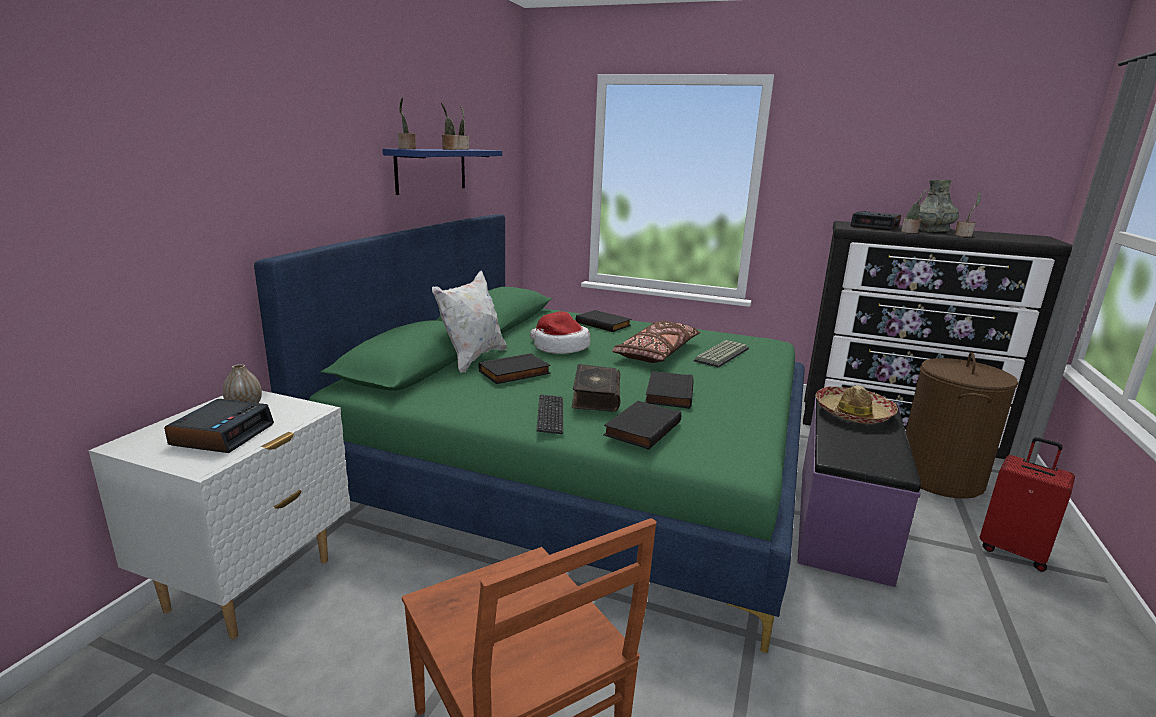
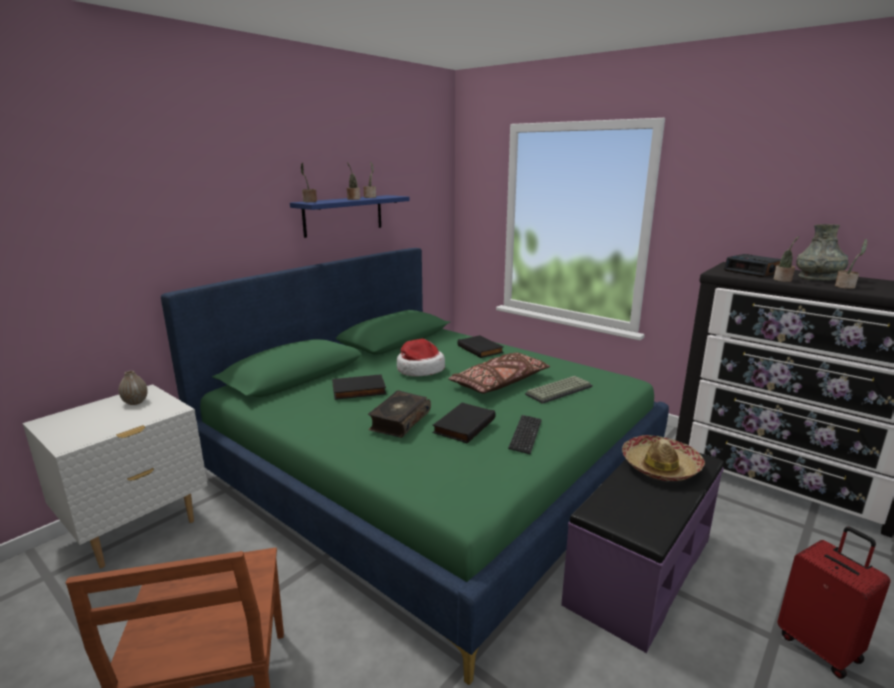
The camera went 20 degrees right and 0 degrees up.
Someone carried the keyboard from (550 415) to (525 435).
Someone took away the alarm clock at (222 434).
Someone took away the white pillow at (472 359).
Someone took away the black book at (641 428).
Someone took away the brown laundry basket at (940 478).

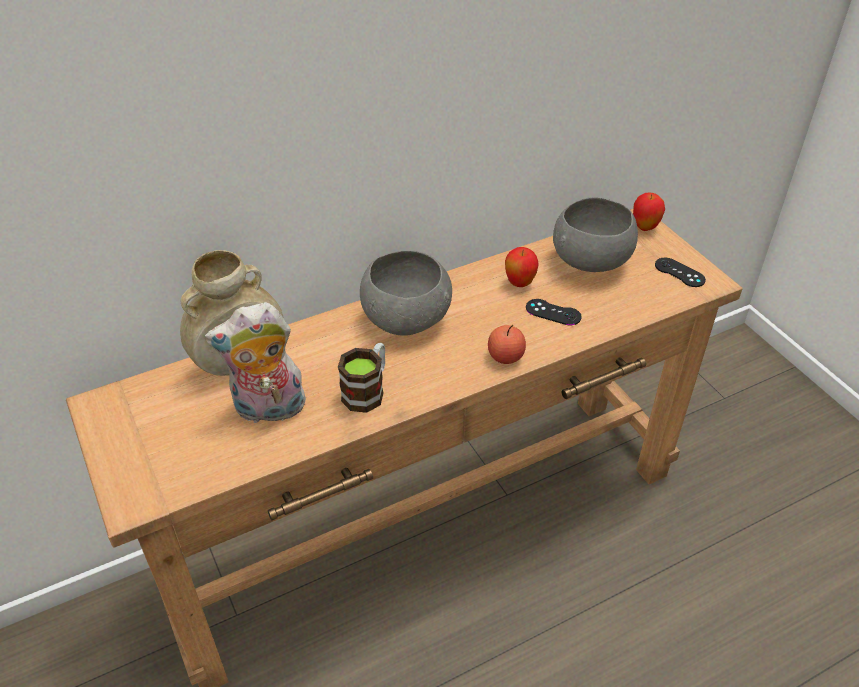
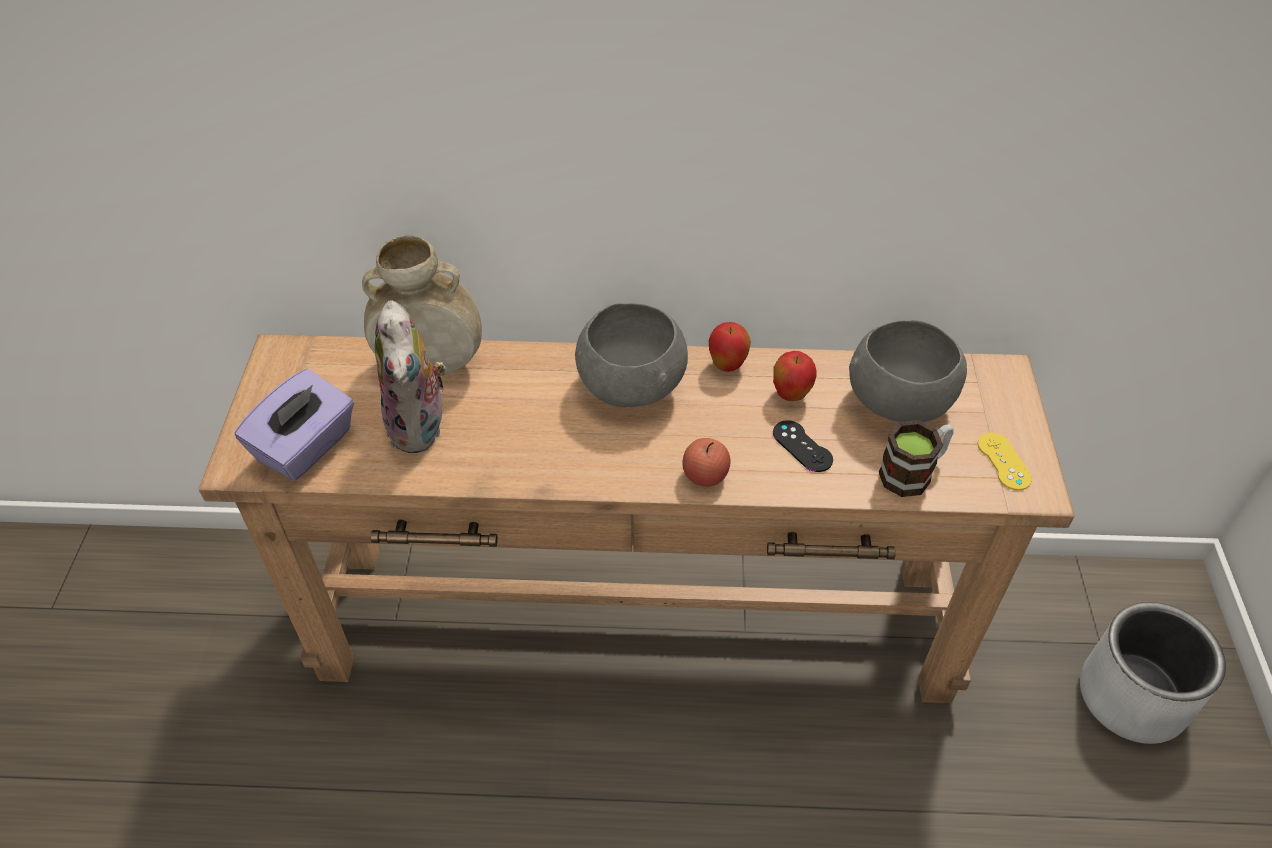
The camera went 30 degrees right and 5 degrees up.
Someone put down the purple tissue box at (306 447).
Someone rotated the plush toy at (268 410) by 120 degrees counterclockwise.
Someone carried the apple from (645 227) to (727 365).
Someone carried the mug from (367 390) to (913 472).
Someone repainted the black game controller at (679 272), which became the yellow game controller at (1003 461).
Someone put down the grey planter at (1132 697).

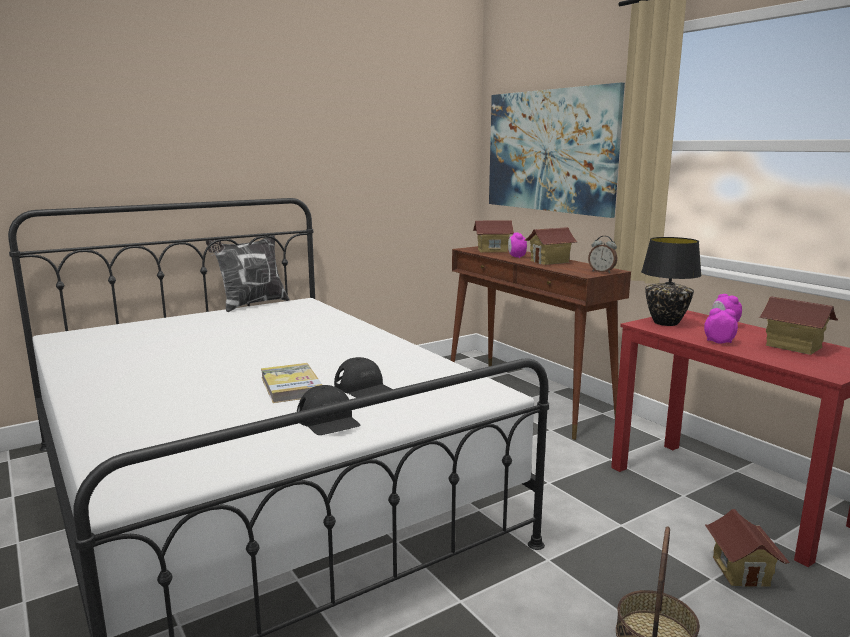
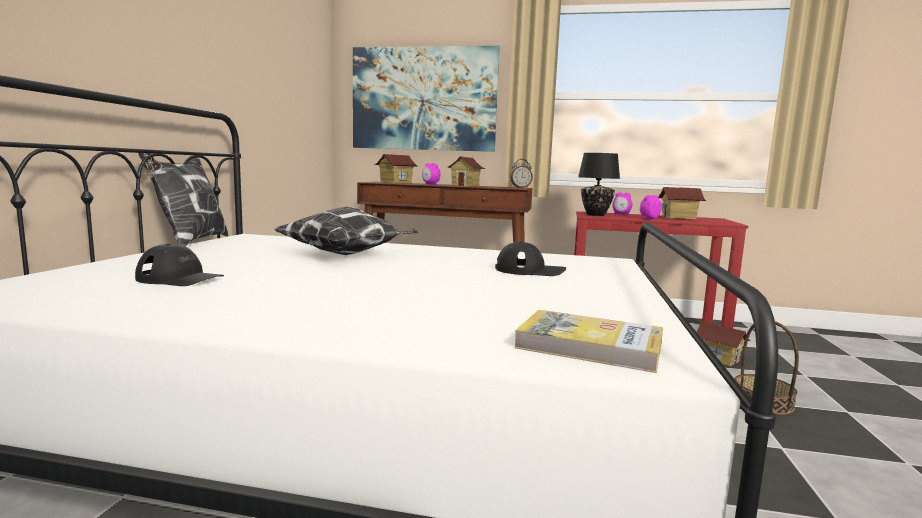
The camera went 45 degrees left and 5 degrees down.
Someone carried the black cap from (328 420) to (180 279).
Someone put down the pillow at (348 255).
Someone carried the book from (291 386) to (589 346).

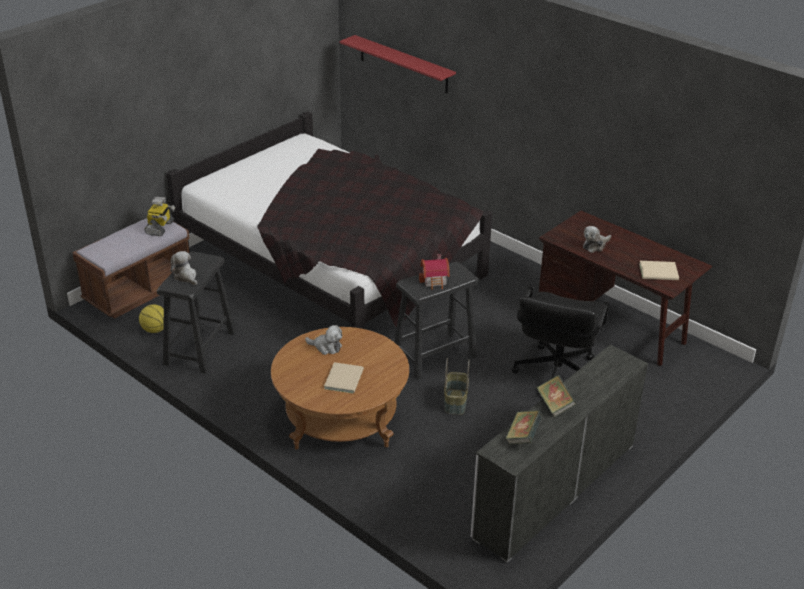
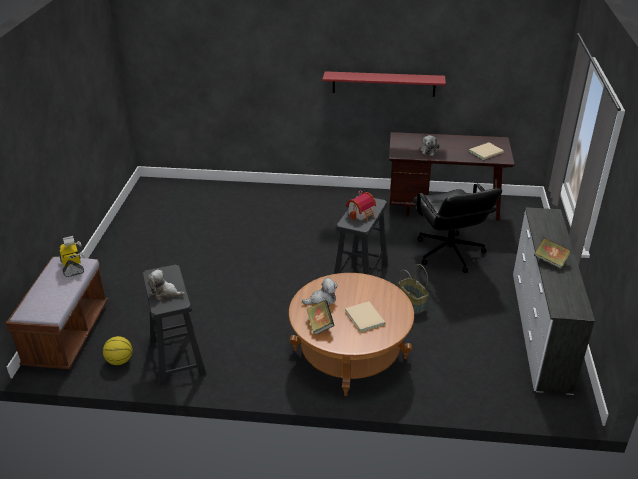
The camera went 35 degrees left and 0 degrees up.
Someone carried the book from (522 436) to (320 325).
Someone carried the red shelf from (403 64) to (383 84).
Someone took away the black bed at (333 265).

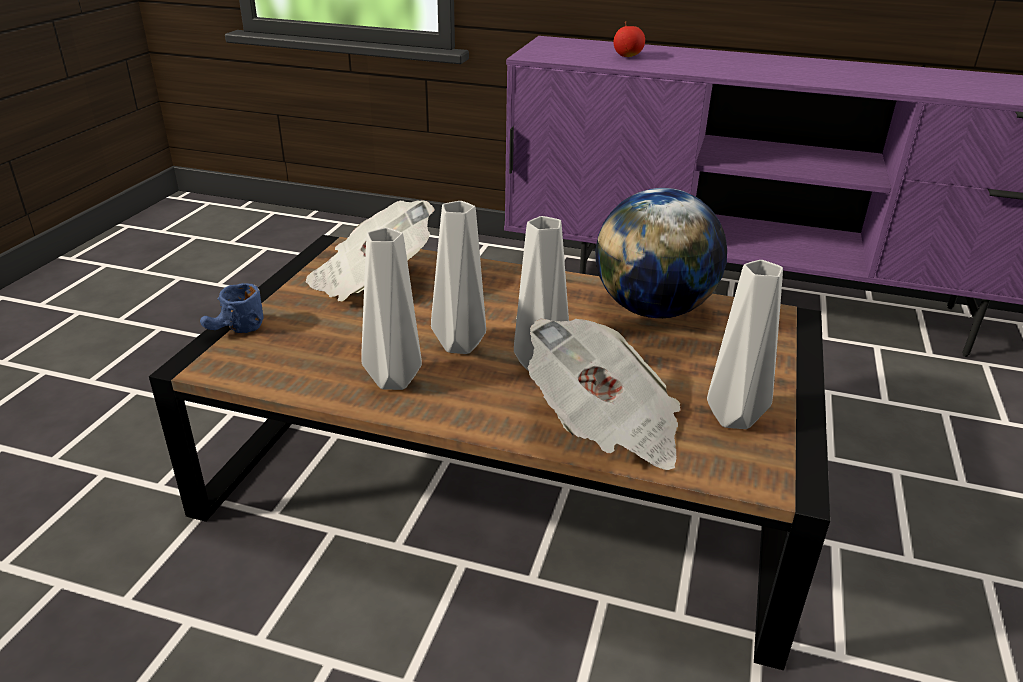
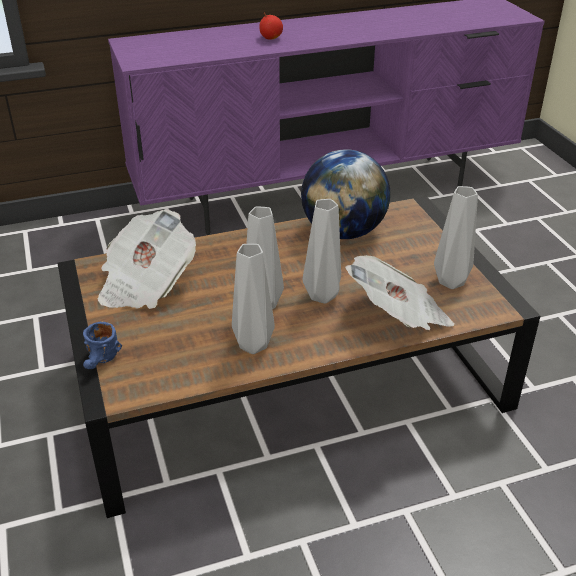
The camera went 35 degrees left and 5 degrees up.
Someone carried the apple from (628 56) to (271 38).

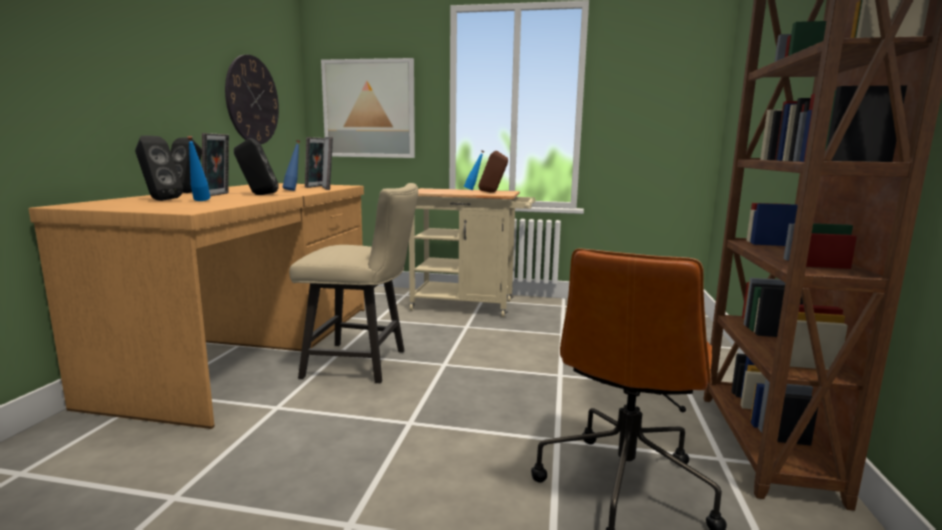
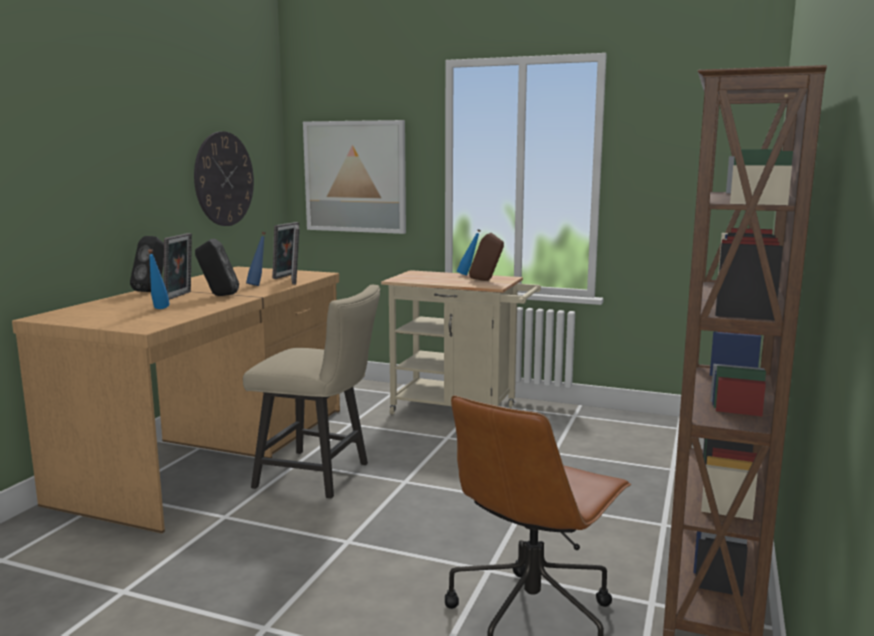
The camera went 10 degrees right and 0 degrees up.
Someone took away the black speaker at (159 200).

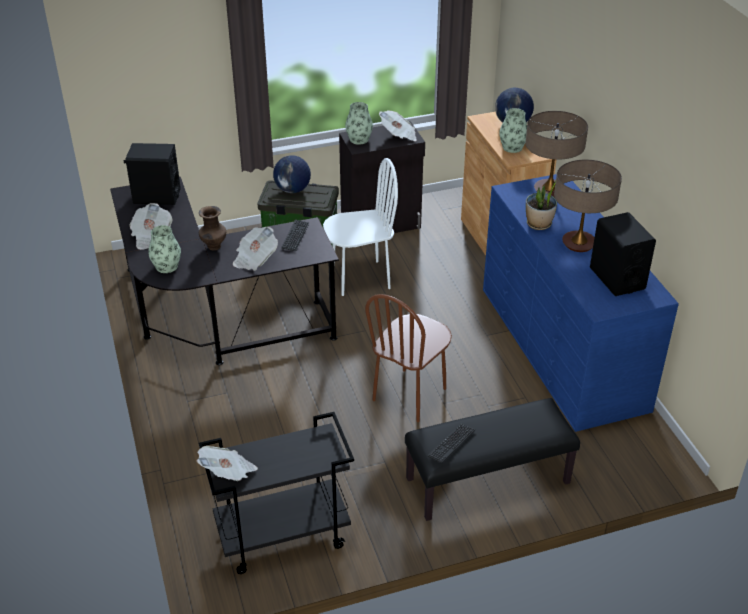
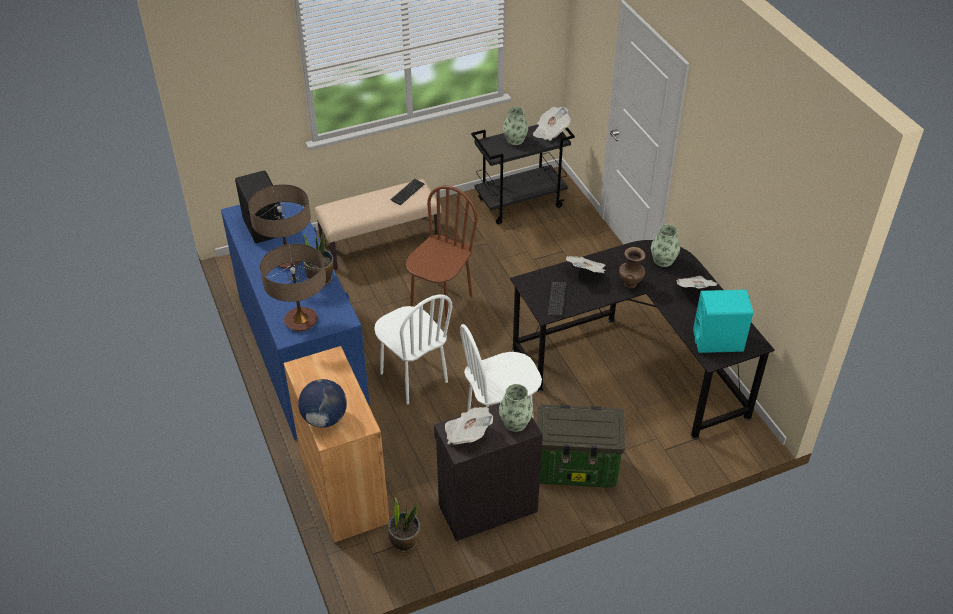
The camera went 175 degrees right and 5 degrees up.
Someone repainted the black bench at (487 482), which became the beige bench at (380 242).
Someone put down the white chair at (413 378).
Someone put down the potted plant at (404 541).
Someone carried the vase from (512 147) to (515 140).
Someone repainted the black speaker at (156 196), which became the turquoise speaker at (718 341).
Someone took away the globe at (293 190).

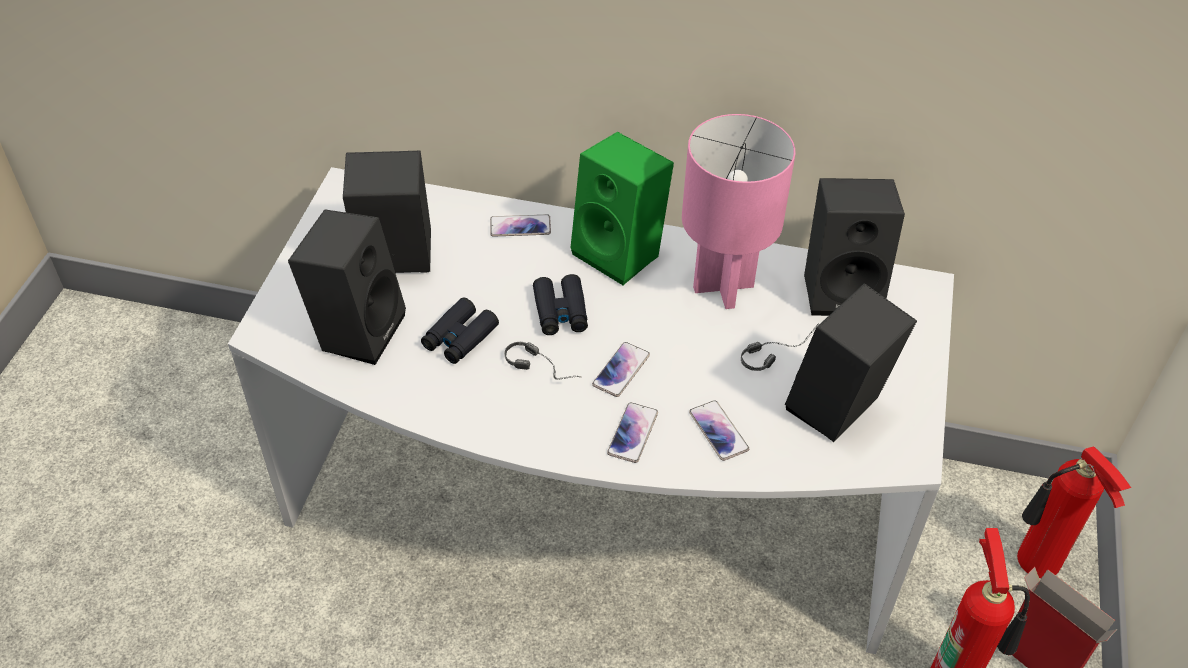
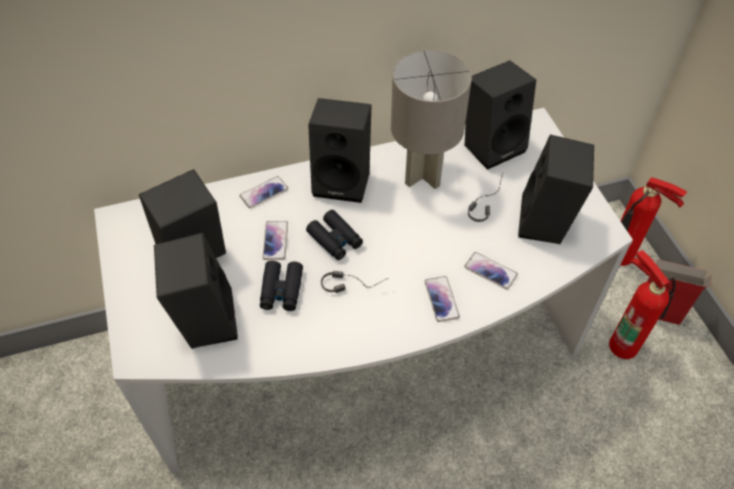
The camera went 30 degrees left and 5 degrees up.
Someone carried the phone from (621 370) to (275 240).
Someone repainted the green speaker at (621 253), which became the black speaker at (344 181).
Someone repainted the pink table lamp at (722 286), which became the grey table lamp at (422 175).

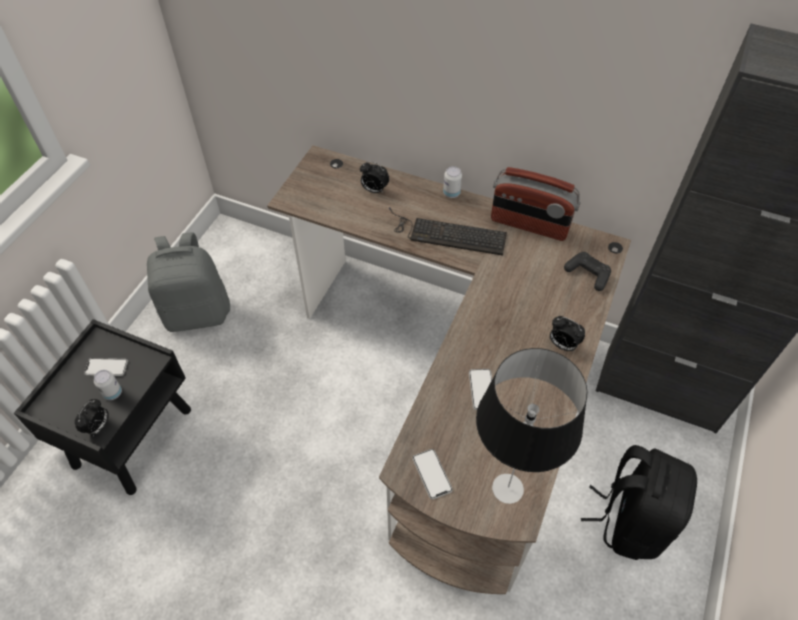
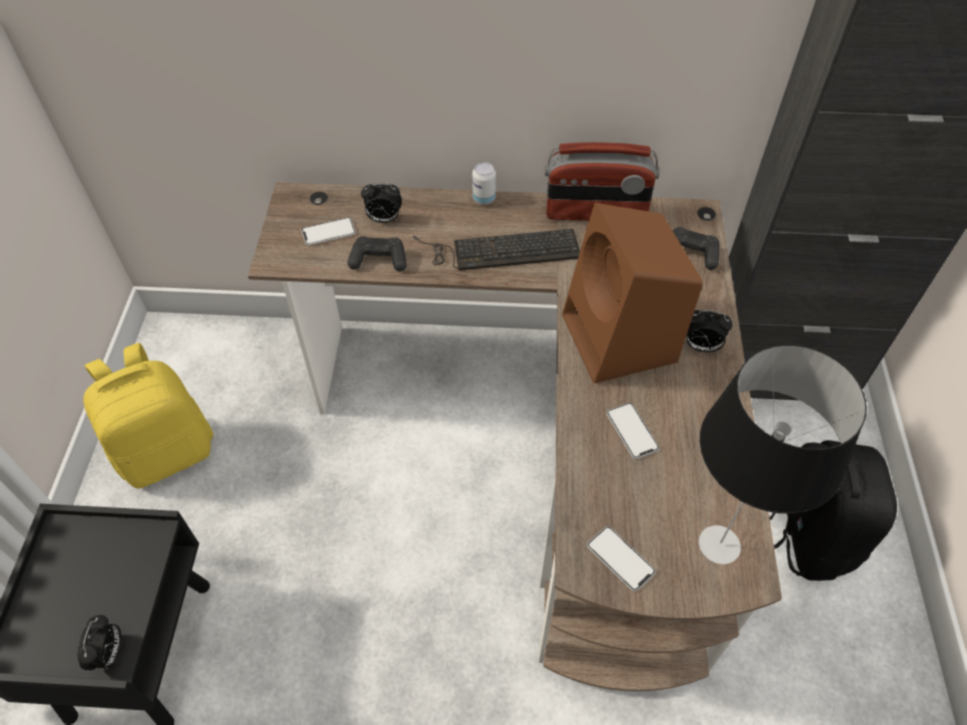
The camera went 20 degrees left and 0 degrees up.
Someone repainted the grey backpack at (197 312), which became the yellow backpack at (167 451).
Someone carried the phone from (106 367) to (328 232).
Someone put down the black game controller at (379 260).
Someone put down the brown speaker at (621 340).
Someone took away the can at (113 393).

